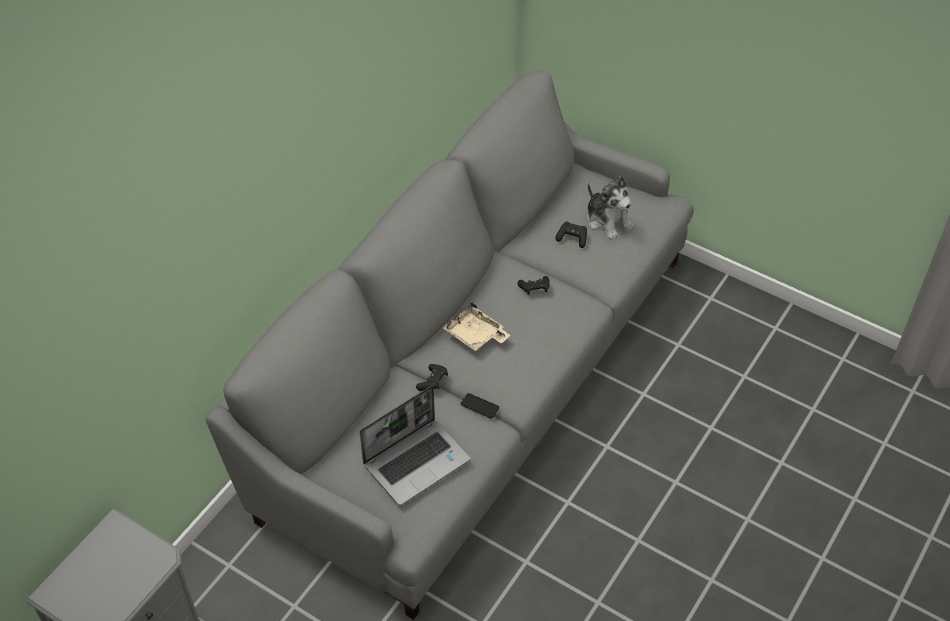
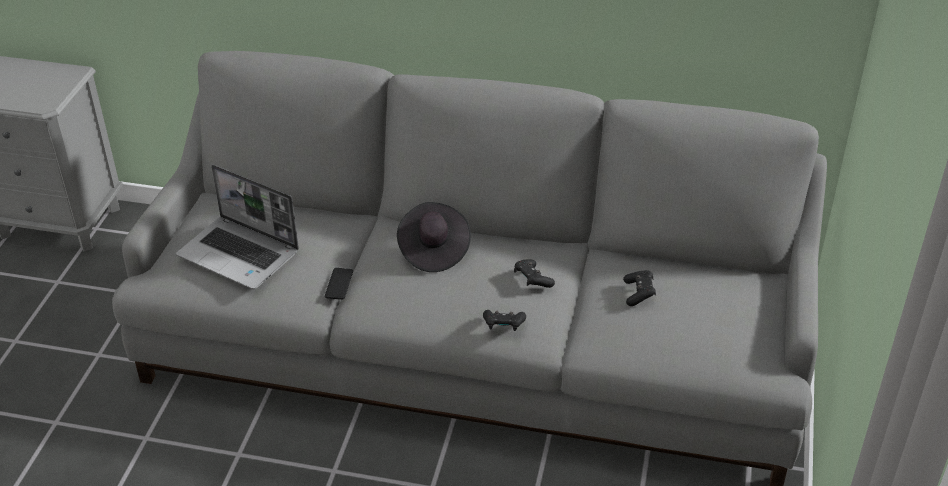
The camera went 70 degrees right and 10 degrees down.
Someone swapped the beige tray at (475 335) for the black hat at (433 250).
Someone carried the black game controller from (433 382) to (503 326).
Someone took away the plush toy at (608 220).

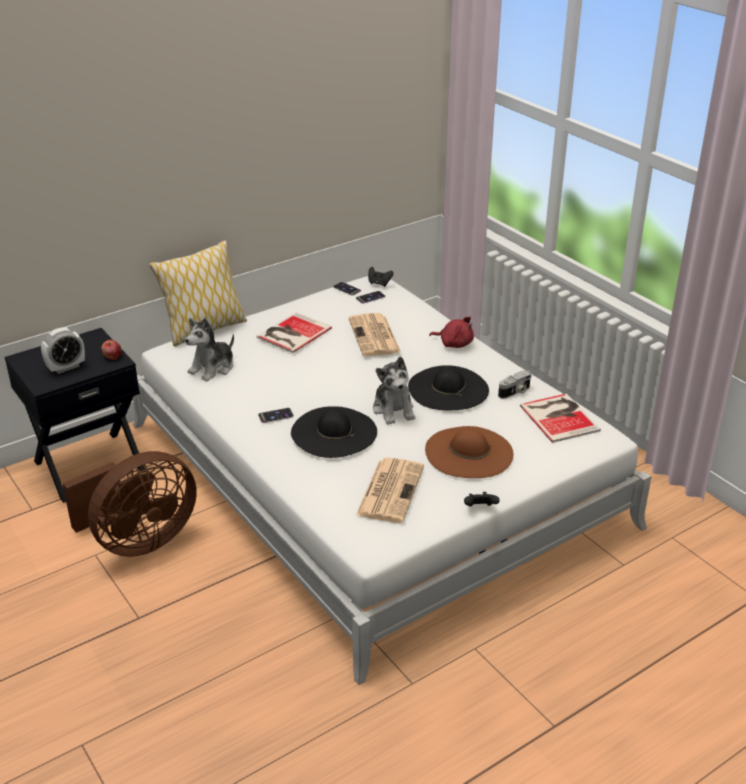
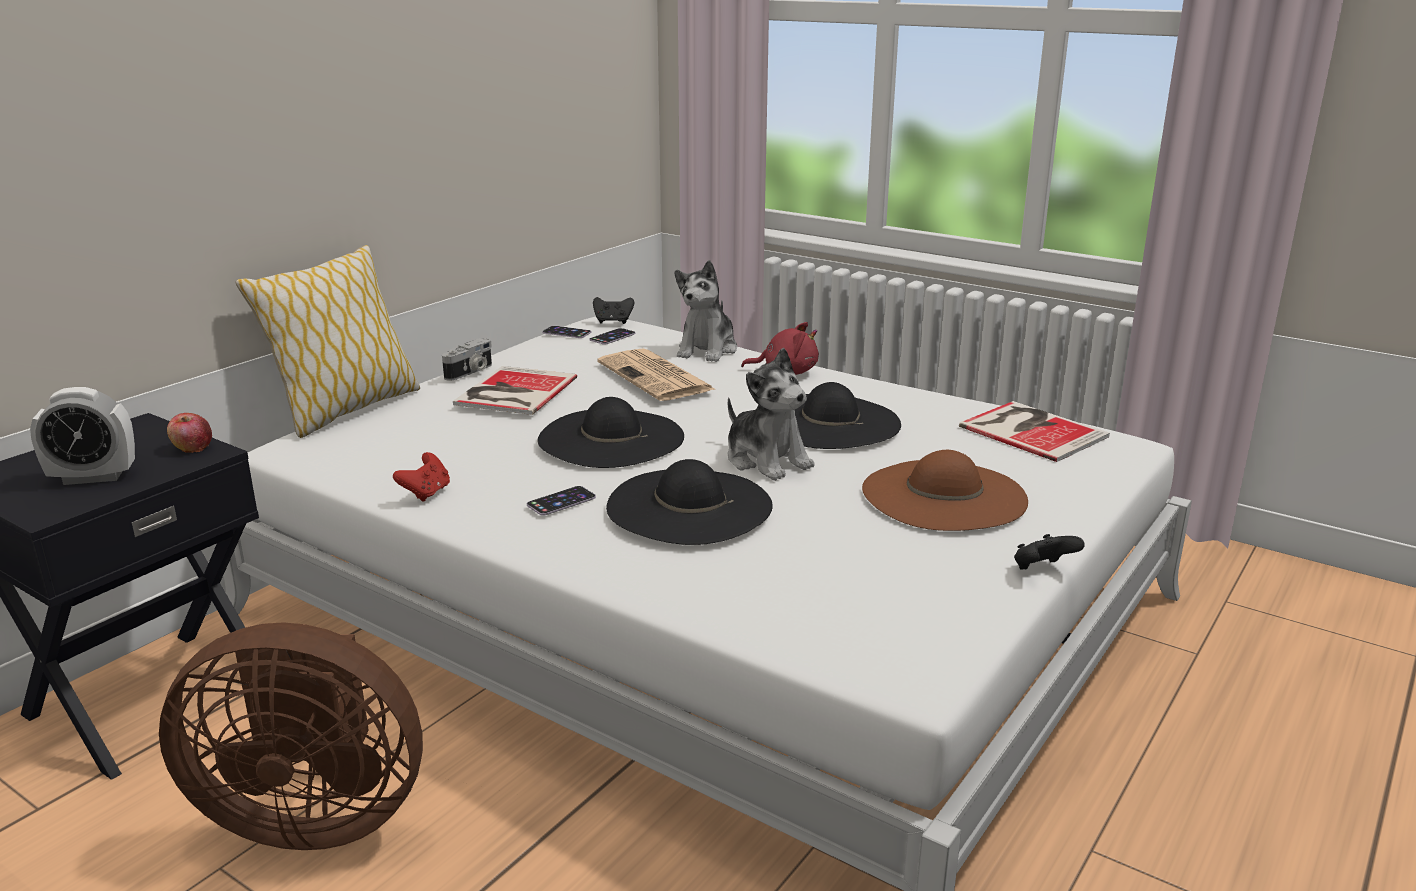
The camera went 20 degrees left and 10 degrees down.
Someone rotated the alarm clock at (66 367) by 45 degrees clockwise.
Someone rotated the brown fan at (139 541) by 60 degrees clockwise.
Someone put down the red game controller at (426 493).
Someone carried the photo camera from (515 392) to (470 372).
Someone put down the black hat at (611 438).
Someone carried the plush toy from (213 368) to (707 350).
Someone took away the newspaper at (390 490).

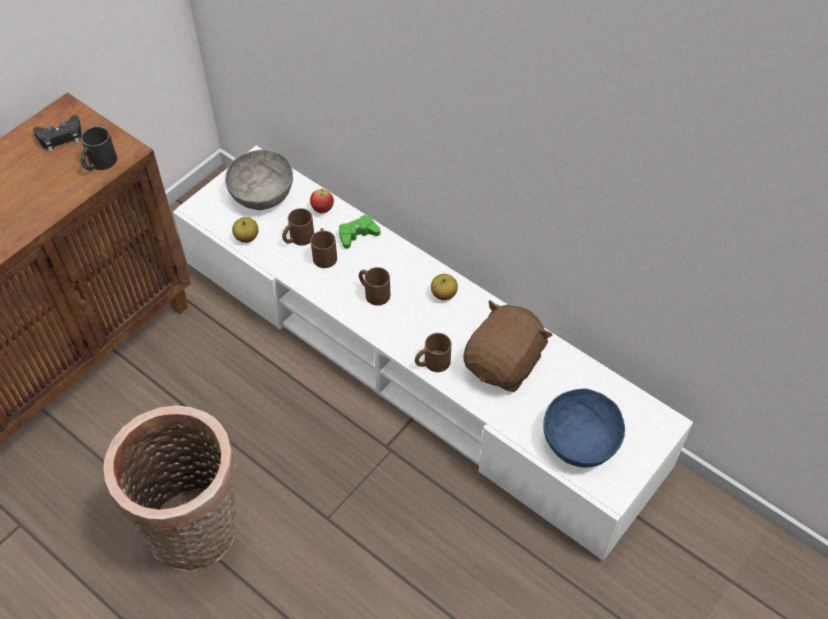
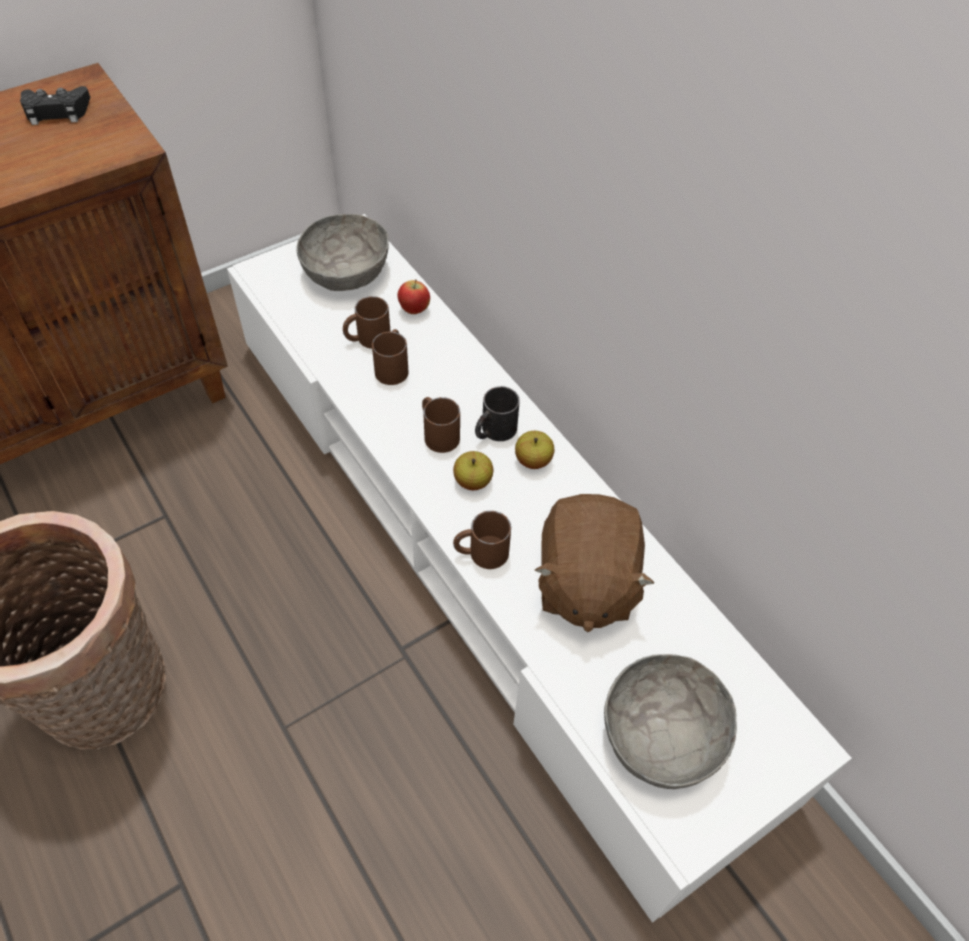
The camera went 15 degrees right and 0 degrees up.
Someone carried the apple from (246 237) to (473 481).
Someone carried the black mug from (99 164) to (494 431).
Someone rotated the brown plush toy at (504 364) by 135 degrees clockwise.
Someone repainted the blue bowl at (580 440), which became the grey bowl at (661 734).
Someone took away the green game controller at (357 234).

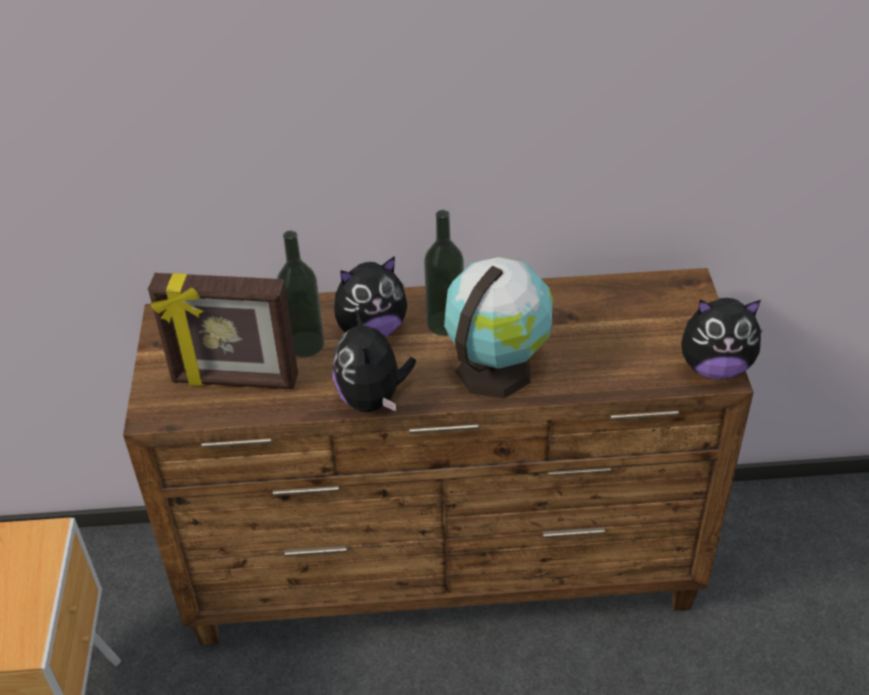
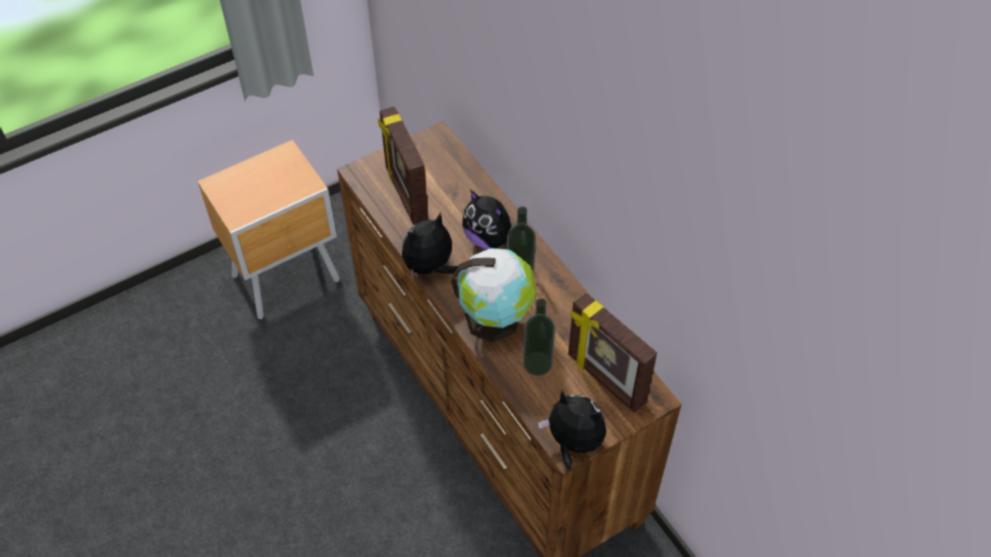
The camera went 60 degrees right and 10 degrees up.
Someone carried the bottle from (305 344) to (537 363).
Someone rotated the plush toy at (714 367) by 150 degrees clockwise.
Someone put down the picture frame at (605 380).

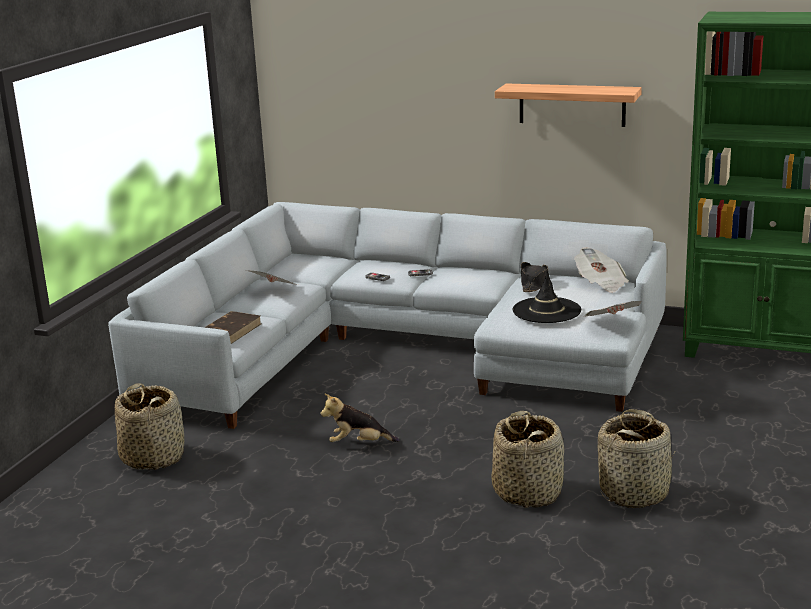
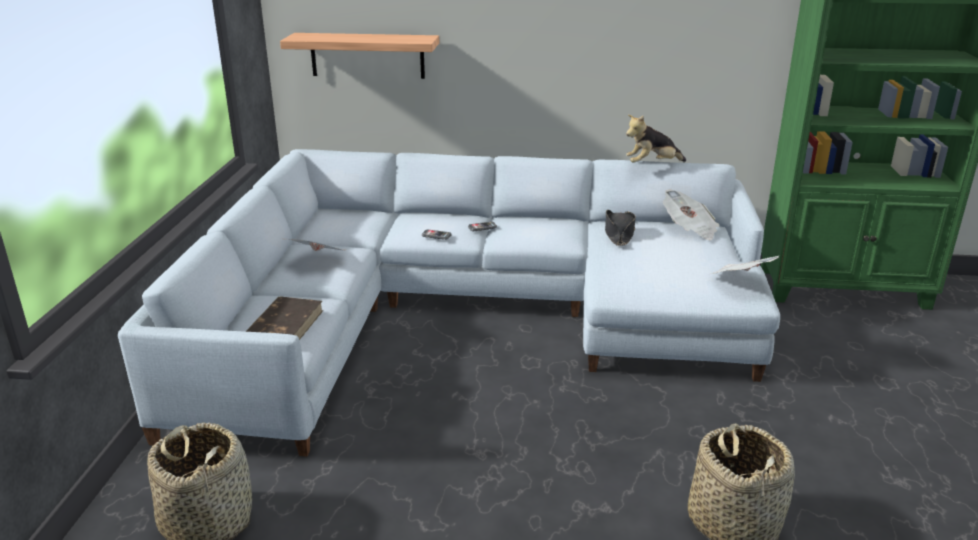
The camera went 15 degrees left and 5 degrees up.
Someone carried the shelf from (572 105) to (367 55).
Someone carried the plush toy from (358 443) to (652 165).
Someone took away the black hat at (546 311).
Someone took away the basket at (634 492).

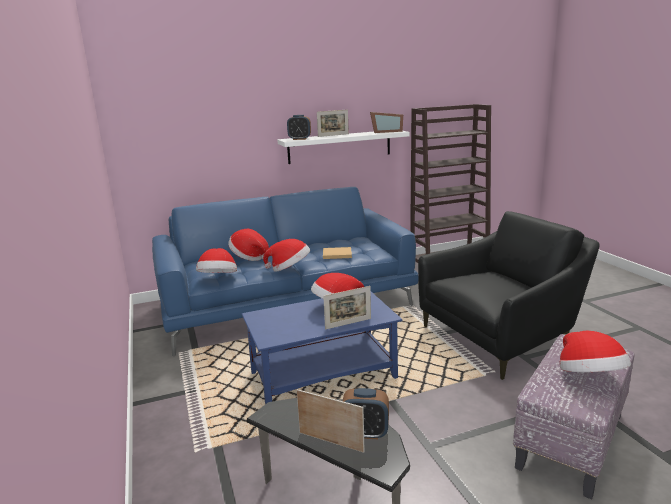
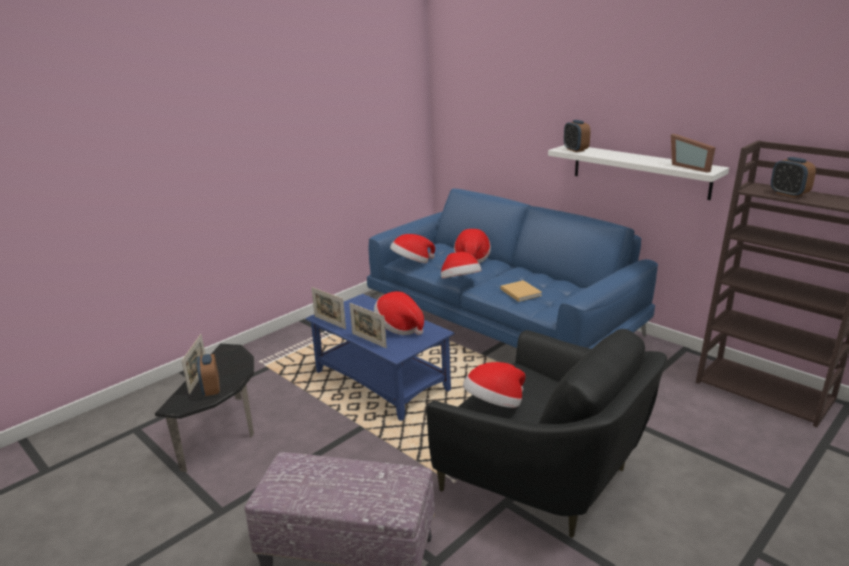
The camera went 65 degrees right and 5 degrees up.
Someone carried the picture frame from (333 135) to (330 322).
Someone carried the hat from (589 377) to (494 405).
Someone put down the alarm clock at (789 194).

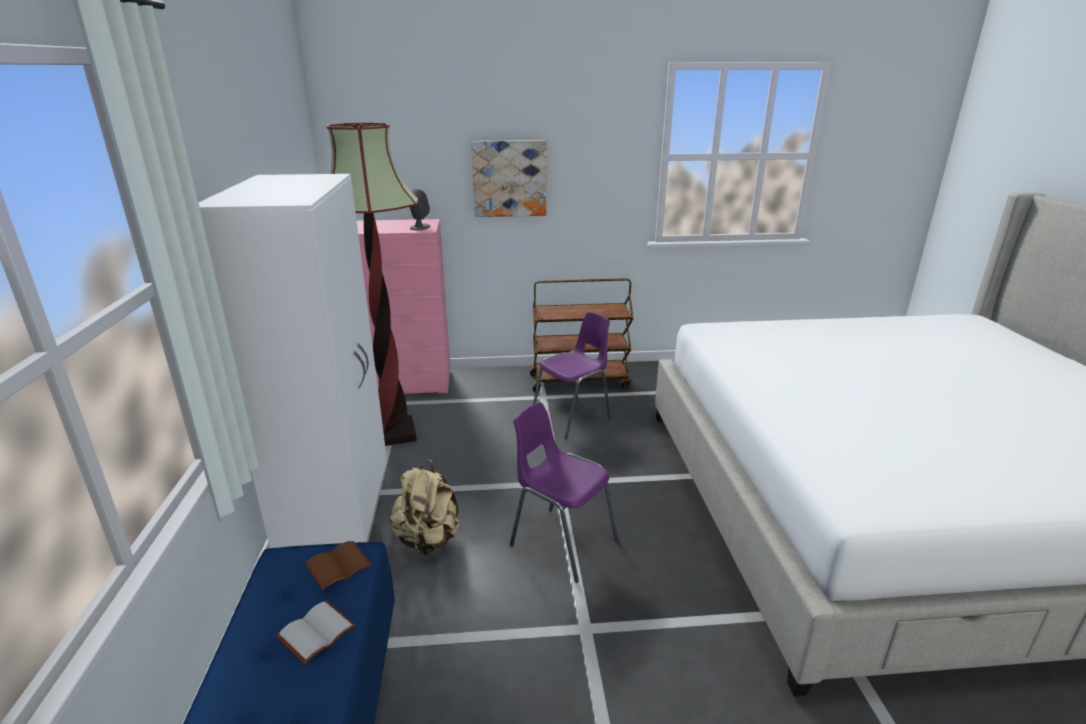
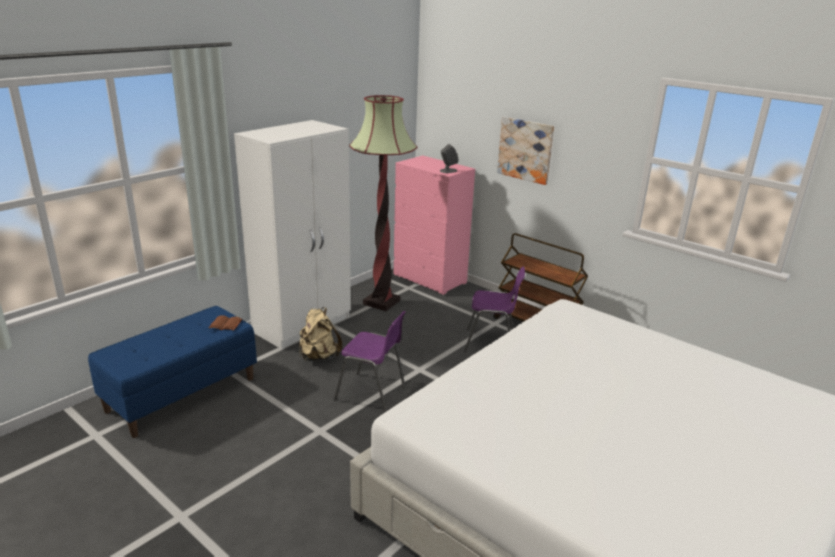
The camera went 45 degrees right and 0 degrees up.
Someone rotated the purple chair at (561 541) by 120 degrees clockwise.
Someone took away the white book at (316 631).

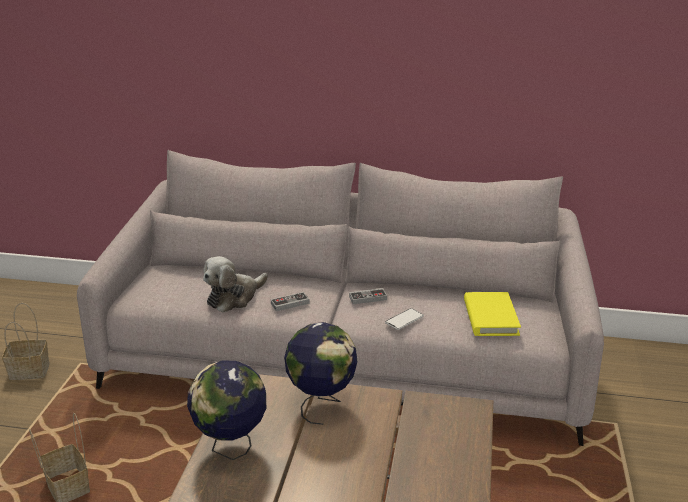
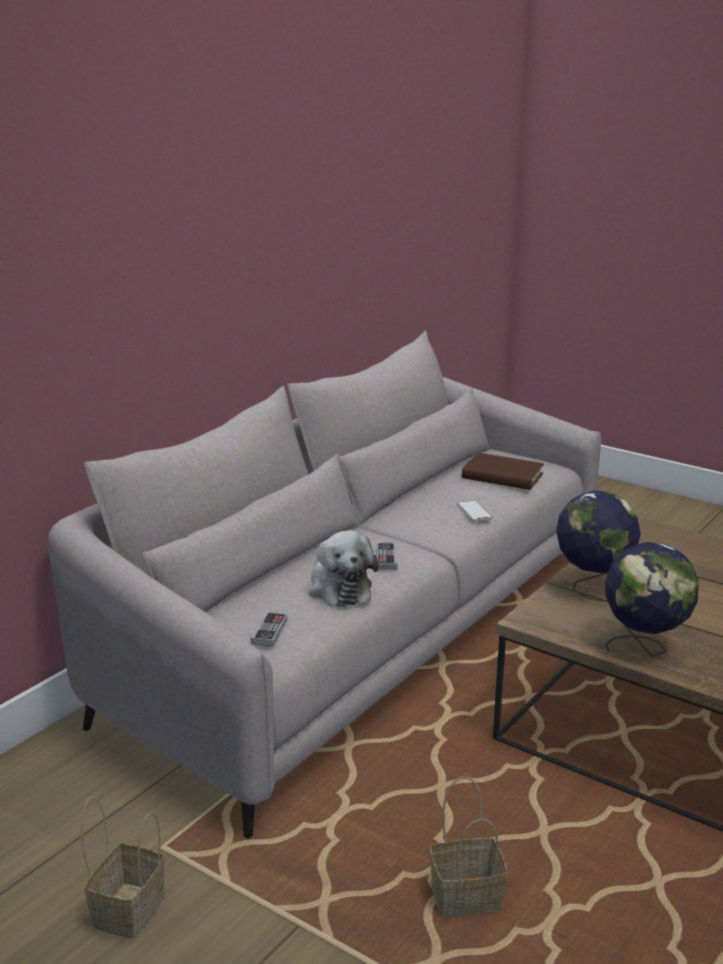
The camera went 65 degrees left and 5 degrees down.
Someone carried the game controller from (368 298) to (269 632).
Someone repainted the yellow book at (490 317), which became the brown book at (502 476).

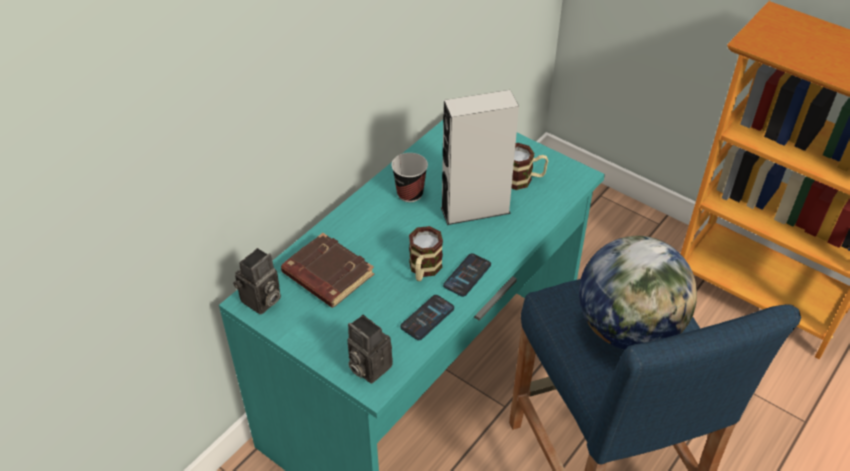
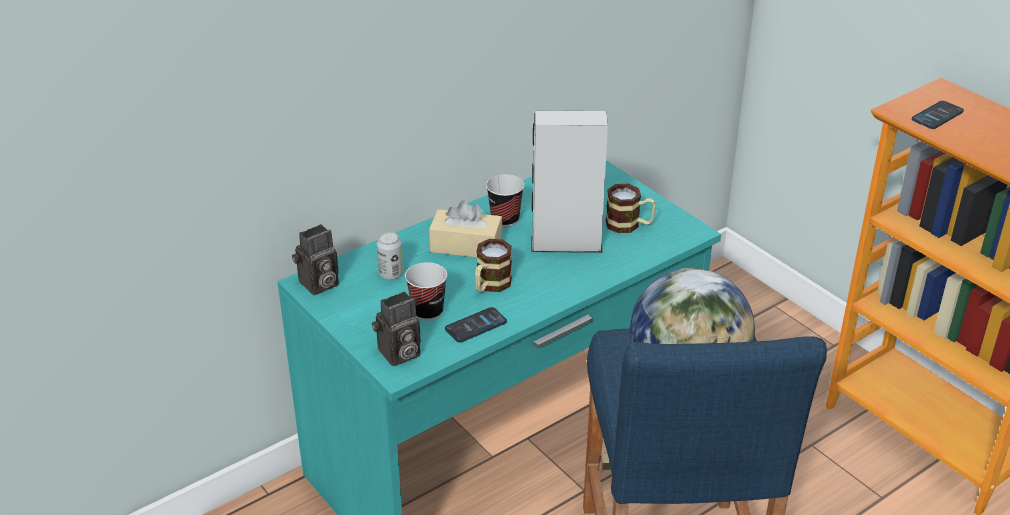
The camera went 15 degrees right and 10 degrees down.
Someone rotated the photo camera at (367 366) by 90 degrees counterclockwise.
Someone swapped the brown book at (326 275) for the can at (391 274).
Someone put down the cup at (427 311).
Someone put down the beige tissue box at (466 246).
Someone carried the phone from (467 275) to (937 116).

